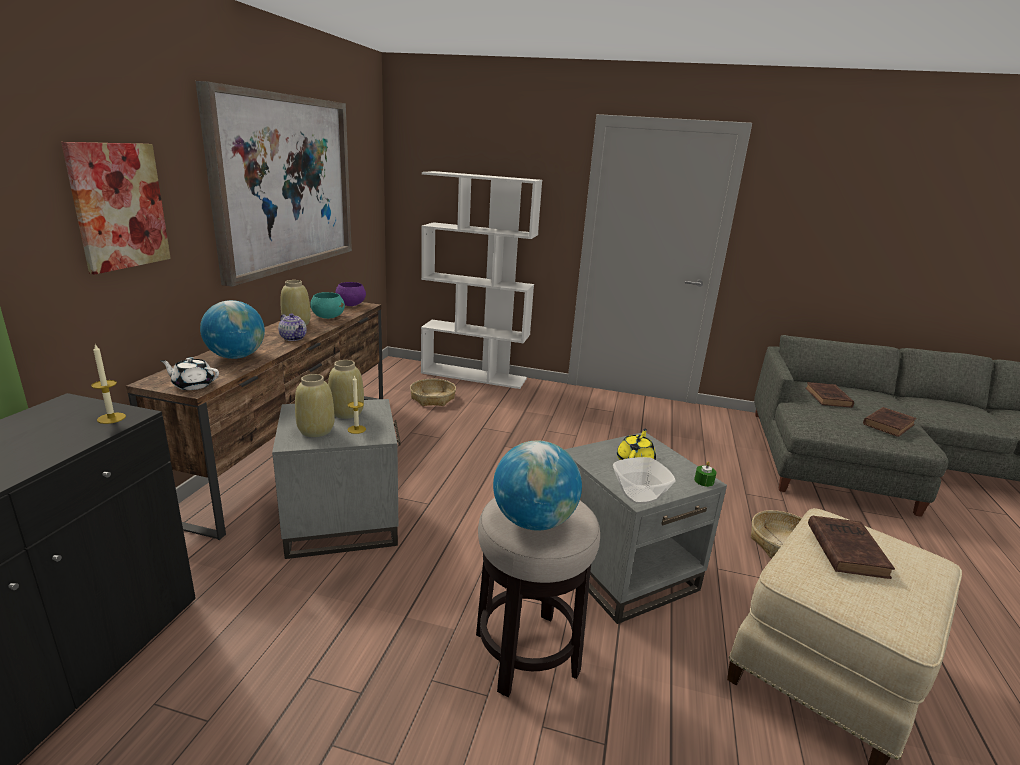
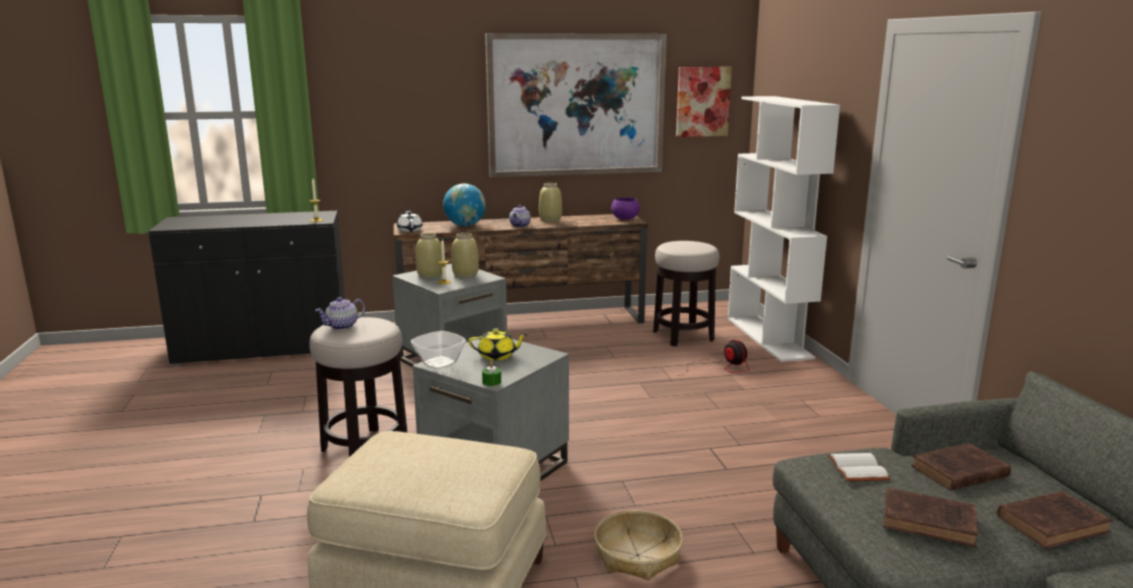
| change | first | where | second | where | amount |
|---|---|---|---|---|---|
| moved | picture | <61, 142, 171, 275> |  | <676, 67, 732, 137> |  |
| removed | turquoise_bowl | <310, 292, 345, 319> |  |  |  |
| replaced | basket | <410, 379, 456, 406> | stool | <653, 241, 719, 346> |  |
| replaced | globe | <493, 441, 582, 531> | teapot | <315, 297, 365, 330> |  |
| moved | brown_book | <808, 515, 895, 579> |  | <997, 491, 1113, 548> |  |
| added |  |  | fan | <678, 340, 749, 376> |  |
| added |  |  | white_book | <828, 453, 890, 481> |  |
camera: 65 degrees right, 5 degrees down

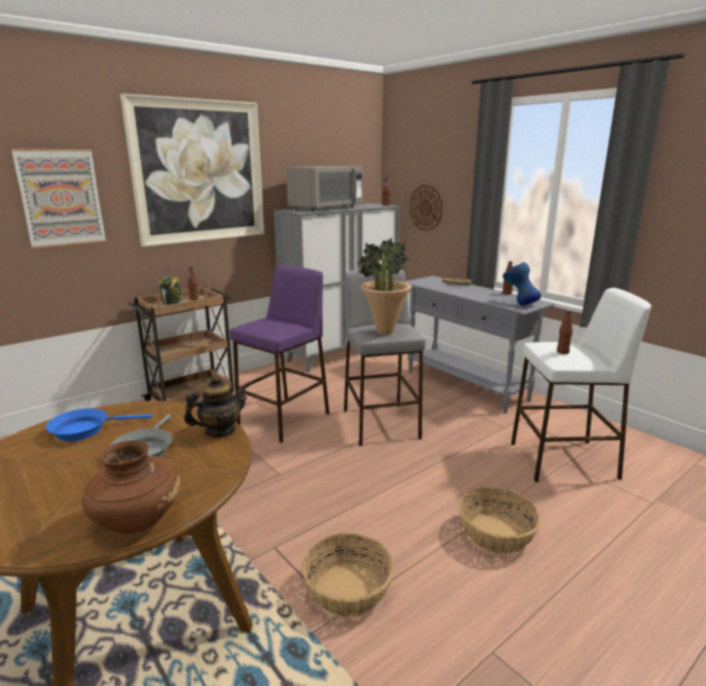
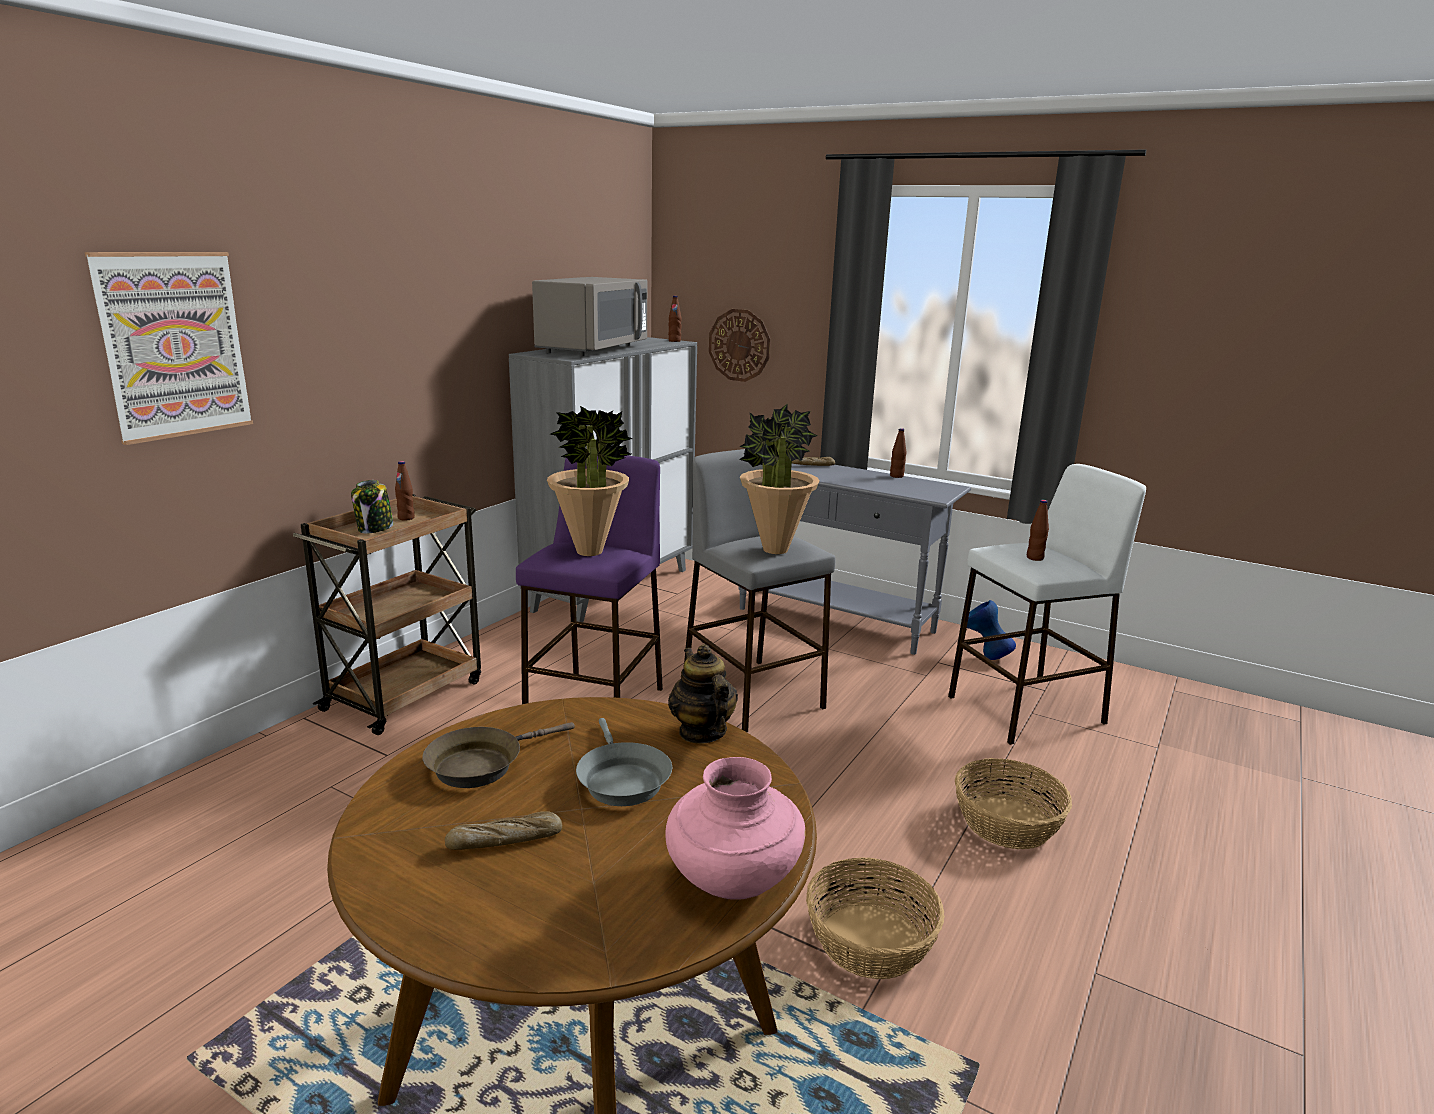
| change | first | where | second | where | amount |
|---|---|---|---|---|---|
| removed | picture | <120, 93, 264, 247> |  |  |  |
| moved | blue_vase | <503, 262, 541, 305> |  | <967, 600, 1016, 660> |  |
| turned | teapot | <184, 375, 249, 437> |  | <668, 644, 738, 744> | 60 degrees counterclockwise |
| recoloured | blue_frying_pan | <46, 408, 152, 442> | brown_frying_pan | <422, 722, 575, 788> |  |
| recoloured | brown_vase | <82, 441, 180, 533> | pink_vase | <665, 757, 806, 900> |  |
| added |  |  | potted_plant | <547, 406, 633, 556> |  |
| added |  |  | bread | <445, 811, 562, 850> |  |
camera: 20 degrees left, 0 degrees up

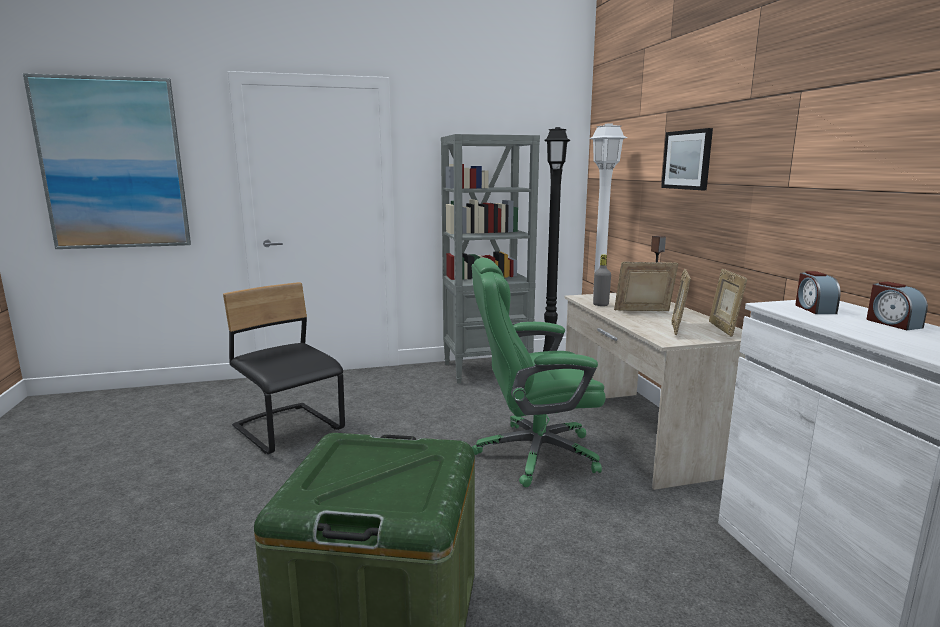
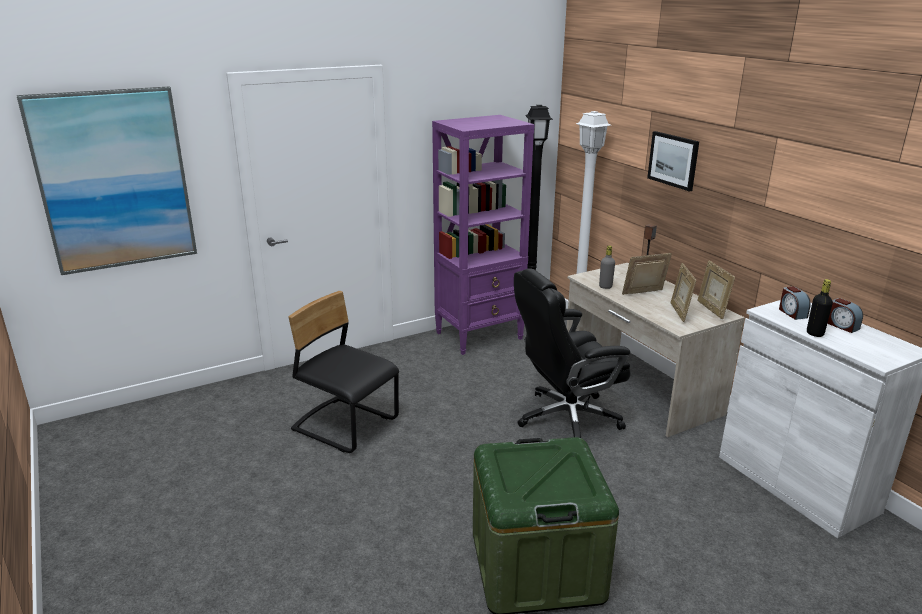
| change | first | where | second | where | amount |
|---|---|---|---|---|---|
| recoloured | grey_bookcase | <441, 134, 540, 383> | purple_bookcase | <432, 115, 535, 355> |  |
| recoloured | green_office_chair | <472, 258, 606, 487> | black_office_chair | <514, 269, 630, 438> |  |
| added |  |  | black_bottle | <807, 279, 833, 337> |  |
camera: 15 degrees left, 10 degrees up

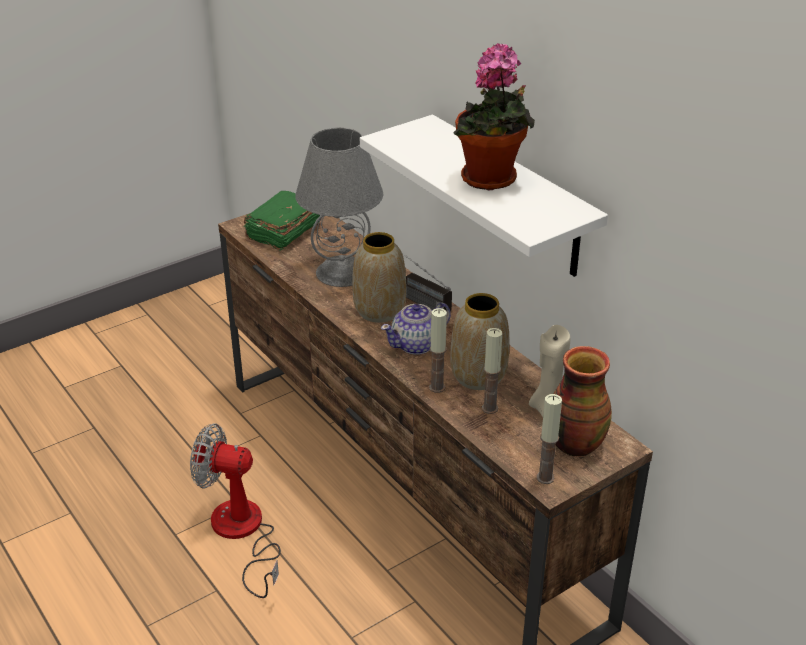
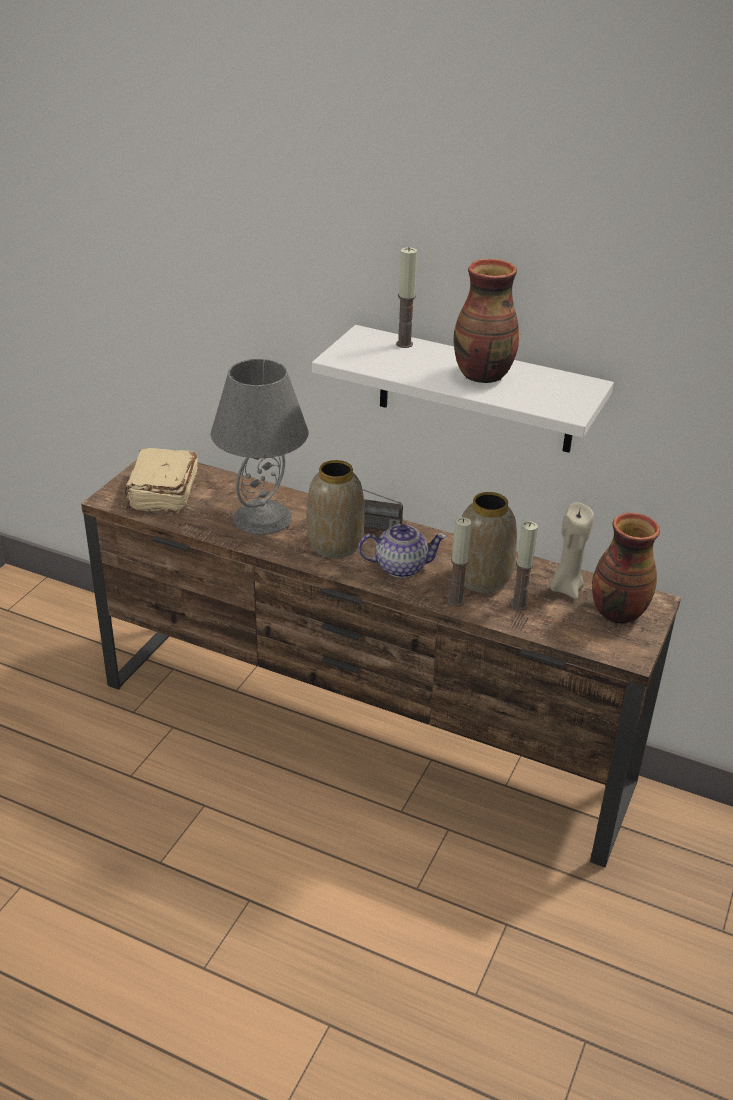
| change | first | where | second | where | amount |
|---|---|---|---|---|---|
| replaced | potted_plant | <453, 43, 535, 190> | vase | <454, 259, 519, 383> |  |
| recoloured | green_book | <244, 191, 320, 251> | beige_book | <125, 448, 198, 514> |  |
| turned | teapot | <381, 303, 451, 355> |  | <358, 524, 447, 578> | 120 degrees counterclockwise |
| moved | candle | <537, 394, 562, 484> |  | <396, 247, 417, 348> |  |
| removed | fan | <190, 423, 281, 598> |  |  |  |
camera: 30 degrees left, 0 degrees up

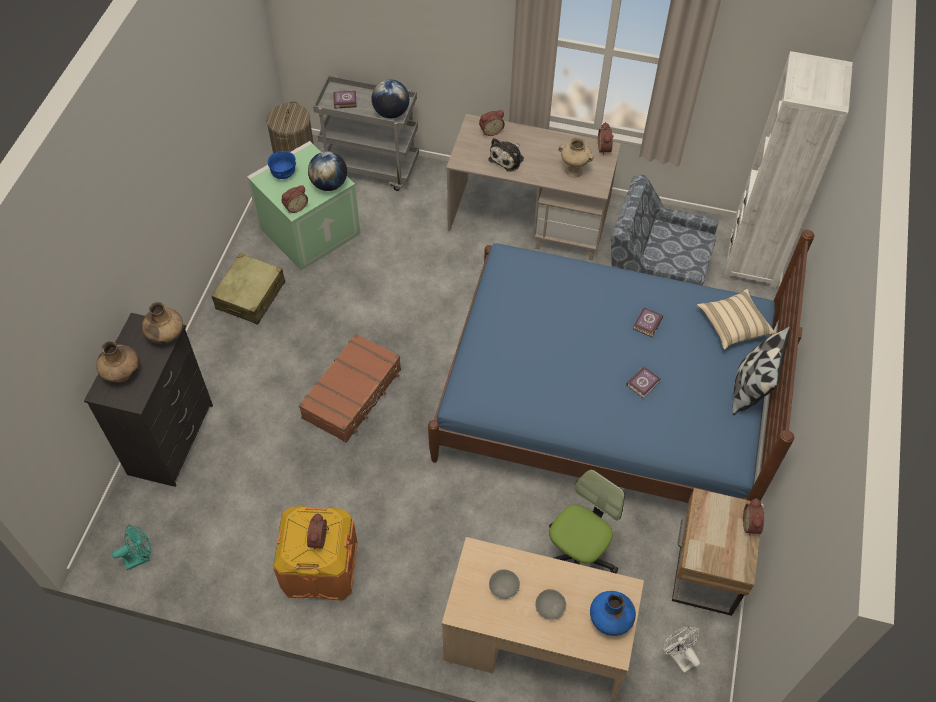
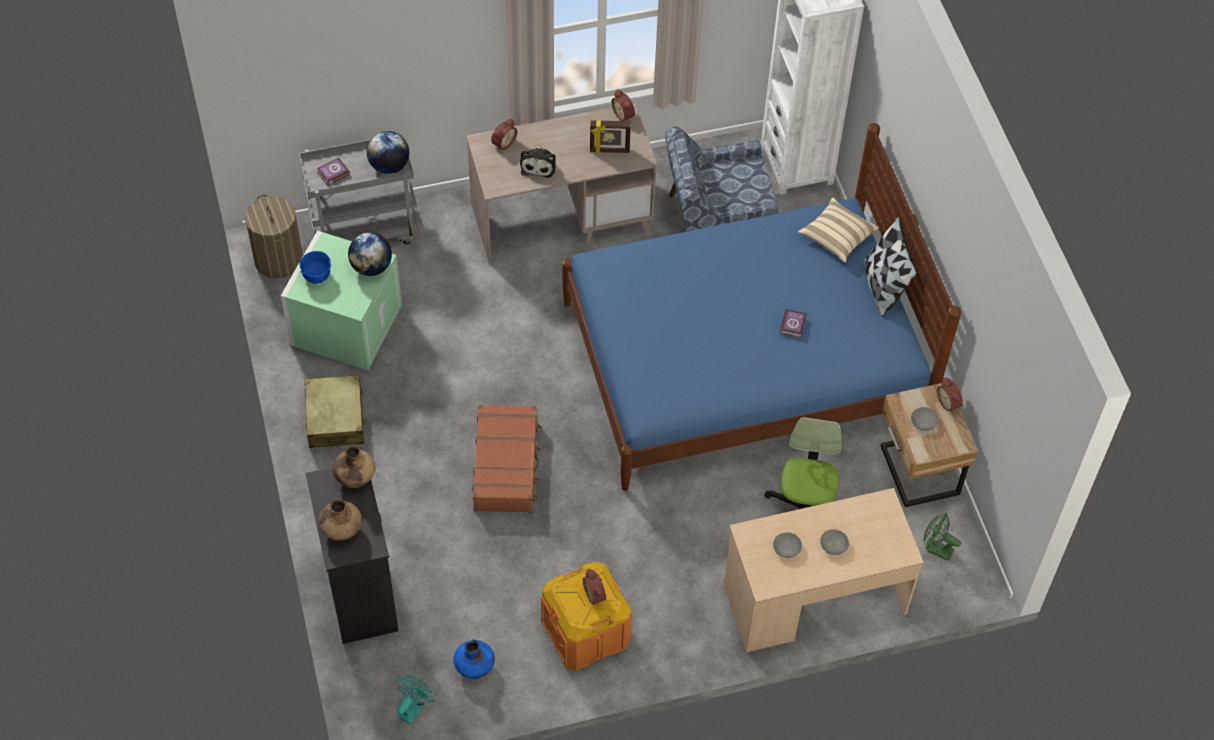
| change | first | where | second | where | amount |
|---|---|---|---|---|---|
| replaced | beige_vase | <558, 137, 594, 178> | picture_frame | <590, 120, 631, 153> |  |
| removed | alarm_clock | <282, 185, 308, 213> |  |  |  |
| removed | book | <633, 308, 663, 337> |  |  |  |
| moved | blue_vase | <590, 591, 636, 636> |  | <453, 639, 495, 679> |  |
| recoloured | white_fan | <663, 626, 700, 674> | green_fan | <924, 513, 961, 561> |  |
| added |  |  | grey_bowl | <911, 407, 939, 431> |  |
camera: 30 degrees left, 0 degrees up

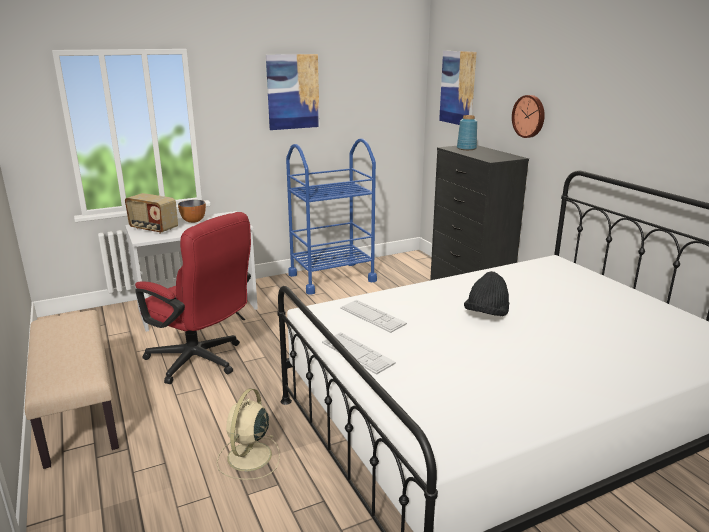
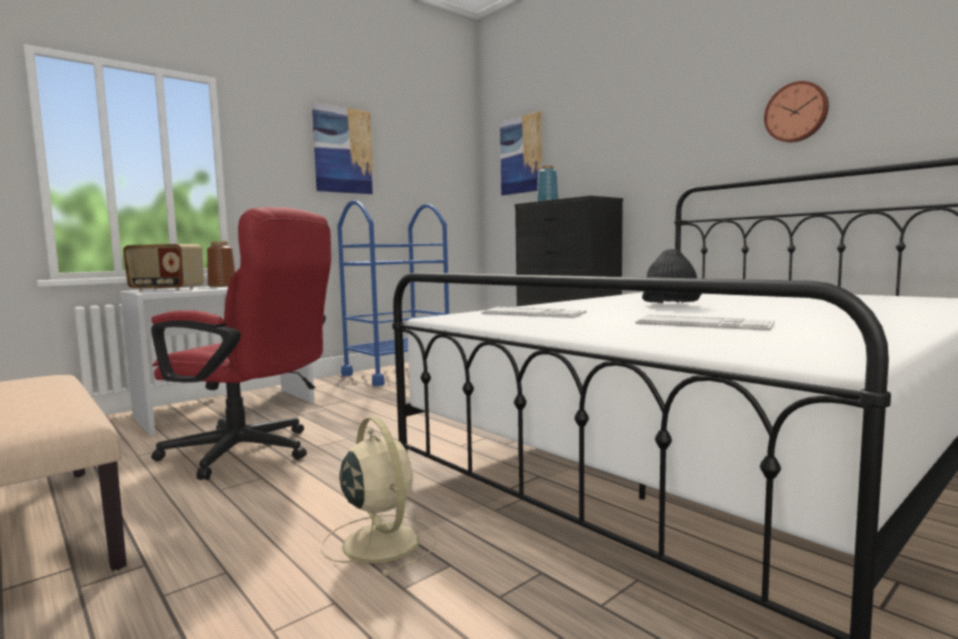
| change | first | where | second | where | amount |
|---|---|---|---|---|---|
| moved | wall_clock | <512, 95, 545, 138> |  | <764, 81, 829, 143> |  |
| replaced | bowl | <178, 200, 206, 223> | brown_vase | <207, 241, 236, 287> |  |
| moved | keyboard | <322, 332, 396, 375> |  | <635, 314, 775, 331> |  |
| turned | beige_fan | <216, 388, 280, 480> |  | <321, 417, 437, 577> | 150 degrees clockwise |
camera: 15 degrees left, 15 degrees down

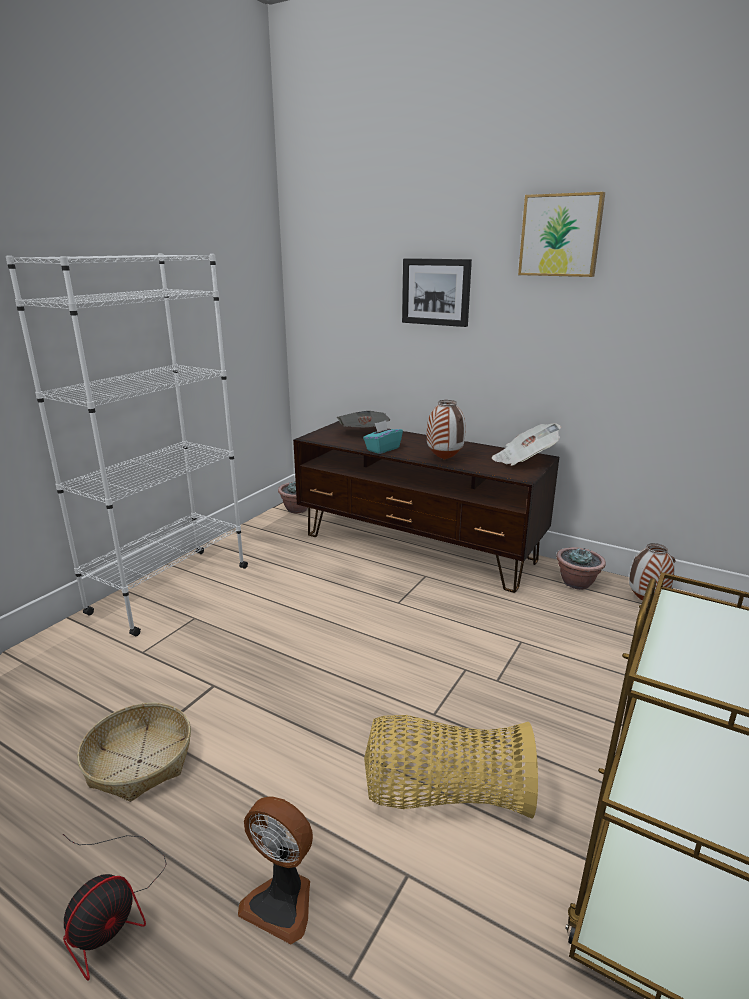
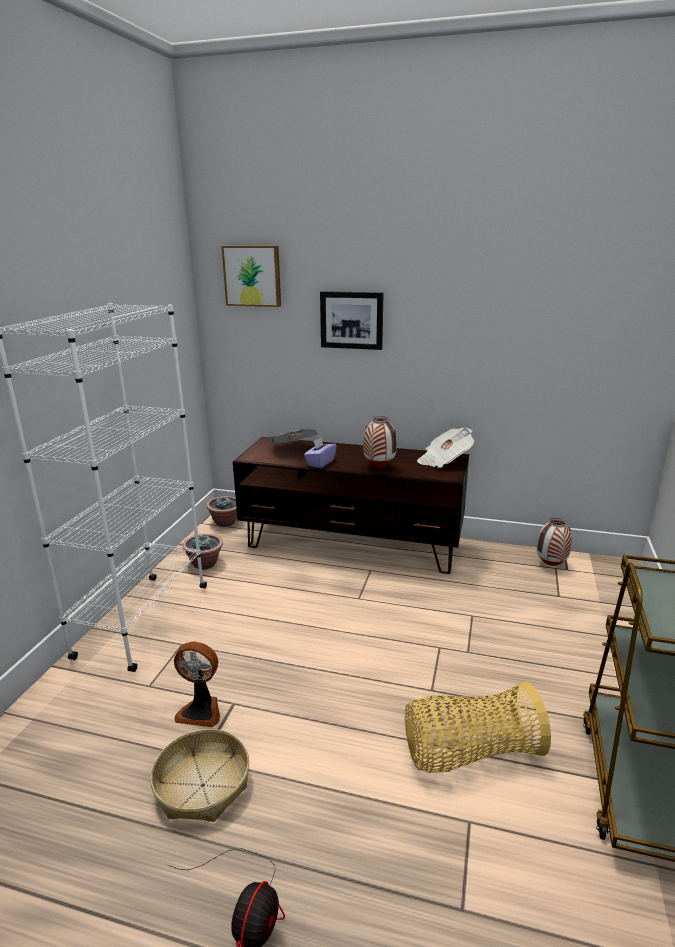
| change | first | where | second | where | amount |
|---|---|---|---|---|---|
| moved | picture | <518, 192, 605, 277> |  | <221, 246, 281, 307> |  |
| recoloured | turquoise_tissue_box | <363, 420, 403, 454> | purple_tissue_box | <304, 437, 337, 468> |  |
| moved | potted_plant | <556, 547, 606, 590> |  | <182, 534, 223, 570> |  |
| moved | fan | <238, 796, 313, 944> |  | <174, 642, 220, 727> |  |
camera: 15 degrees left, 0 degrees up

